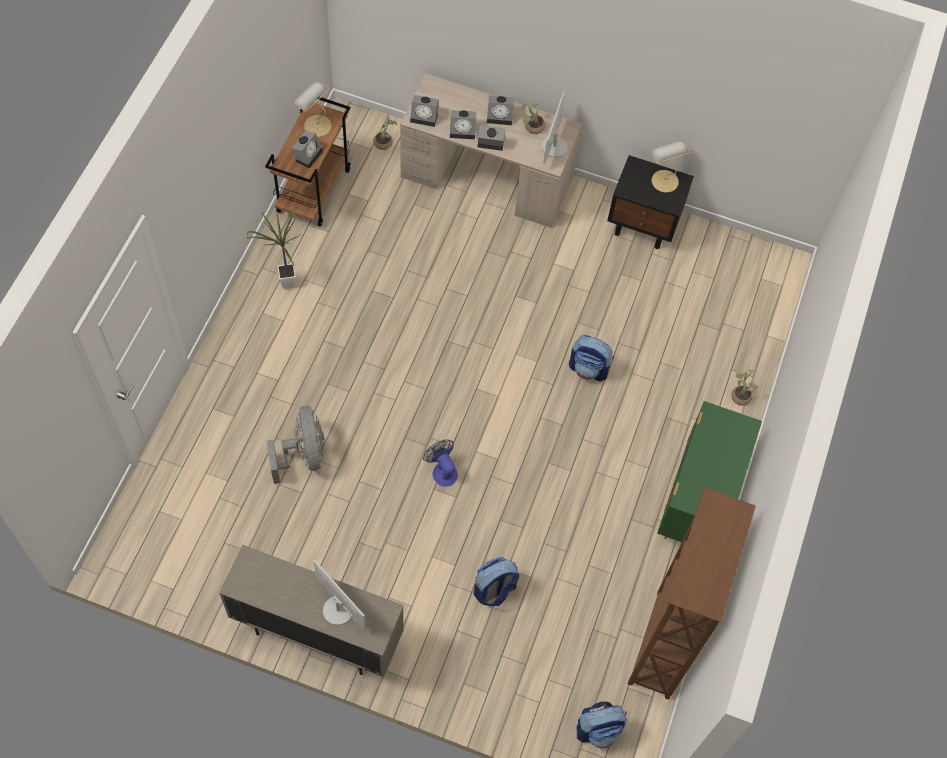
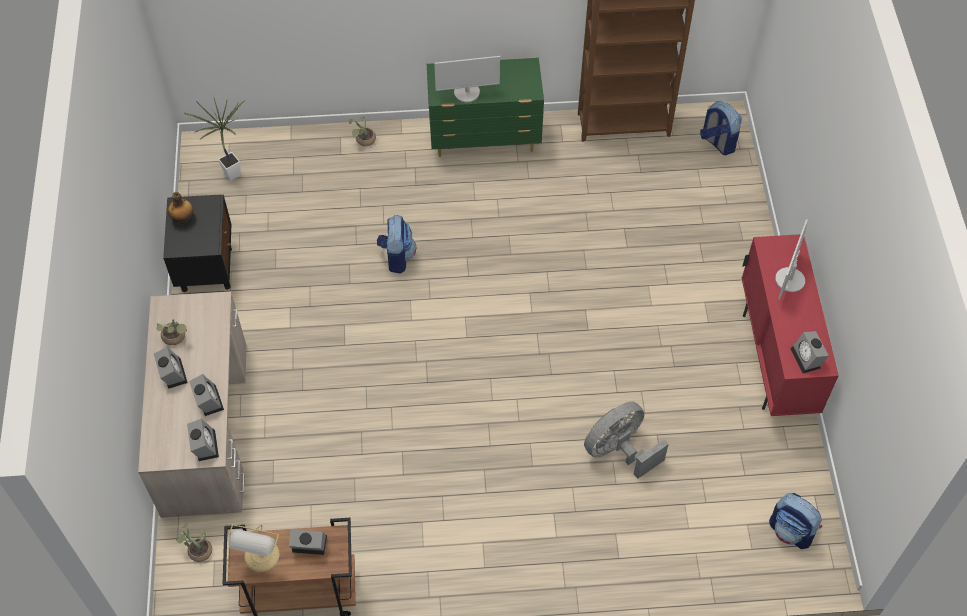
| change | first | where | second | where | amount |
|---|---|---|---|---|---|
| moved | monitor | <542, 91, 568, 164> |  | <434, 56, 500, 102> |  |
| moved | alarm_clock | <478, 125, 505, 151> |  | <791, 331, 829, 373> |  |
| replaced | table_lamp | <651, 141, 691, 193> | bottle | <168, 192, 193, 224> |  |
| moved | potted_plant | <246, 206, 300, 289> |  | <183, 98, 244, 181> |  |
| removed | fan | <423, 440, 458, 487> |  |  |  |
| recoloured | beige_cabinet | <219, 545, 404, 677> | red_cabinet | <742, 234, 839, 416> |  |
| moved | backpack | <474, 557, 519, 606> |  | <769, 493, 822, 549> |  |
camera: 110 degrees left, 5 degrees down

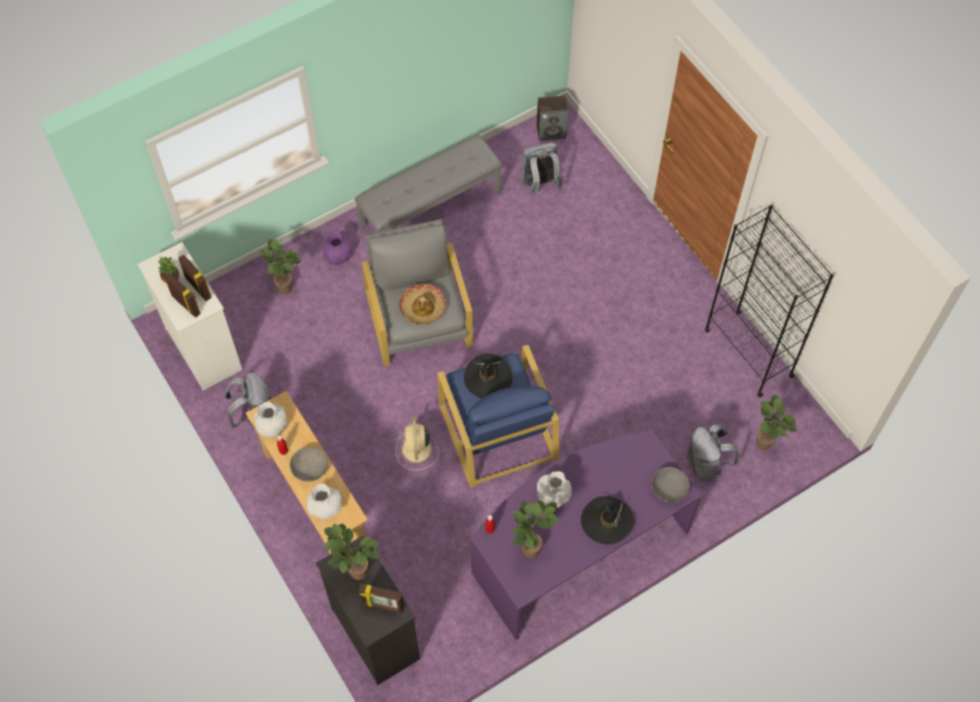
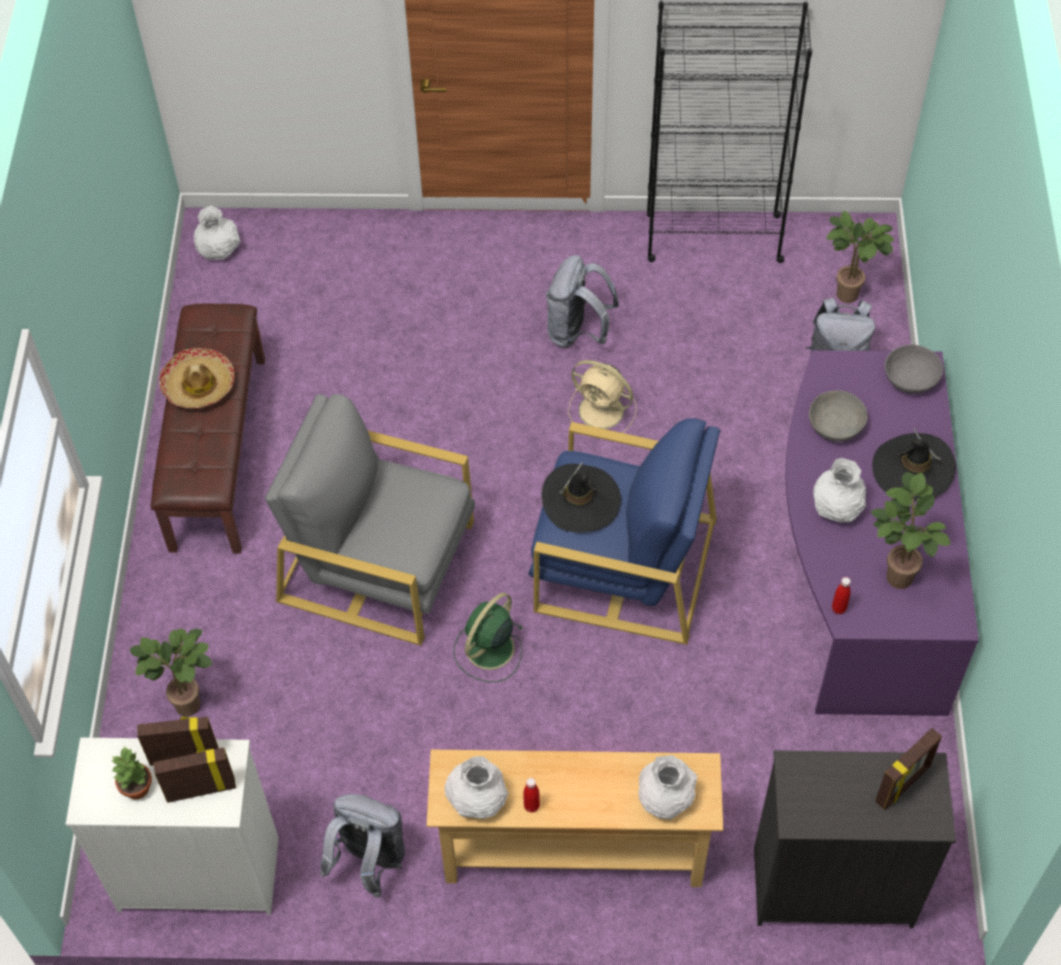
| change | first | where | second | where | amount |
|---|---|---|---|---|---|
| replaced | speaker | <537, 96, 569, 141> | white_vase | <194, 206, 240, 260> |  |
| recoloured | grey_bench | <355, 135, 503, 233> | brown_bench | <151, 304, 265, 553> |  |
| moved | grey_backpack | <522, 143, 563, 196> |  | <546, 255, 619, 348> |  |
| removed | purple_vase | <323, 232, 353, 265> |  |  |  |
| moved | hat | <399, 284, 446, 325> |  | <159, 348, 235, 409> |  |
| moved | beige_fan | <396, 416, 439, 470> |  | <568, 360, 637, 433> |  |
| moved | grey_bowl | <290, 447, 328, 482> |  | <809, 390, 868, 442> |  |
| removed | potted_plant | <324, 524, 379, 580> |  |  |  |
| added |  |  | green_fan | <454, 593, 523, 682> |  |
camera: 55 degrees left, 5 degrees down

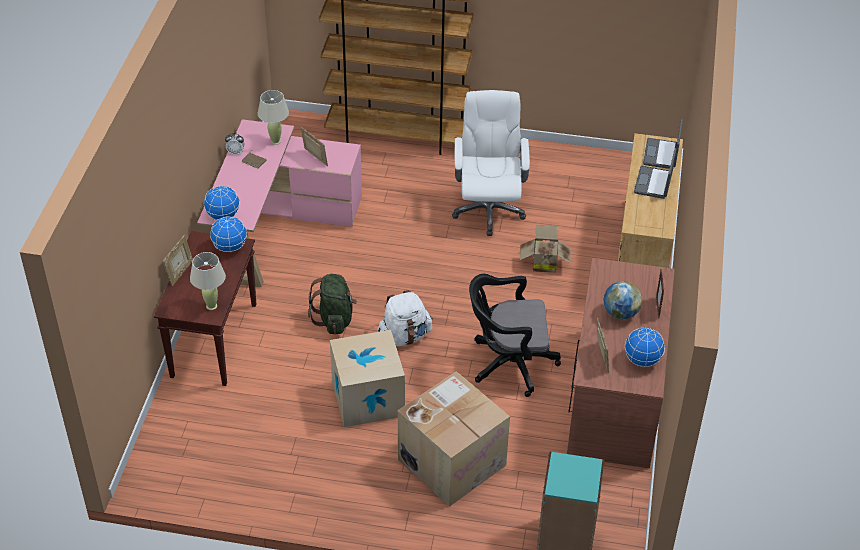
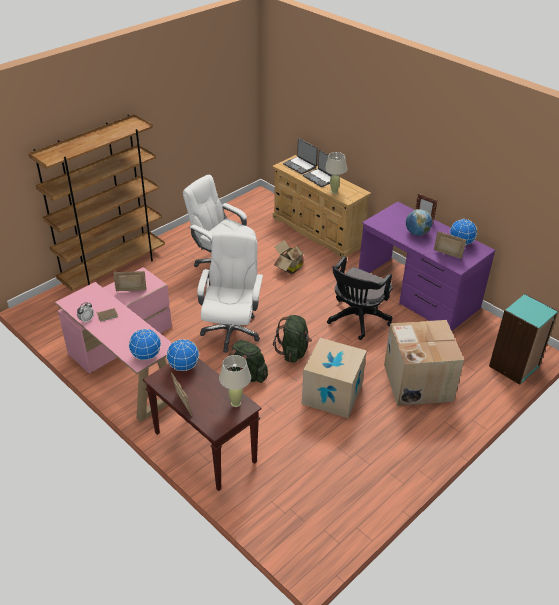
| change | first | where | second | where | amount |
|---|---|---|---|---|---|
| moved | beige_table_lamp | <258, 90, 289, 145> |  | <325, 152, 347, 194> |  |
| recoloured | brown_desk | <567, 258, 675, 468> | purple_desk | <359, 201, 495, 331> |  |
| recoloured | white_backpack | <377, 290, 433, 346> | green_backpack | <273, 315, 312, 363> |  |
| added |  |  | white_office_chair | <197, 232, 263, 353> |  |
camera: 55 degrees left, 5 degrees down

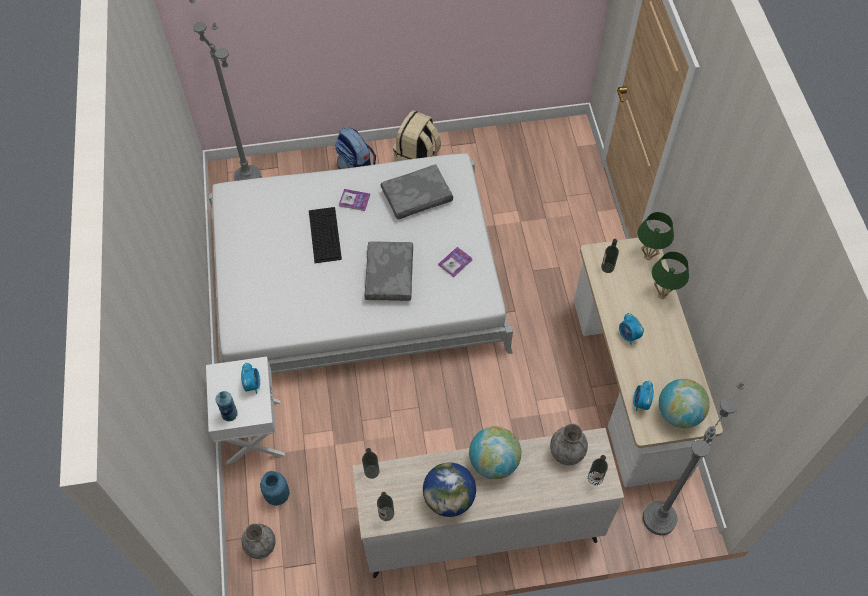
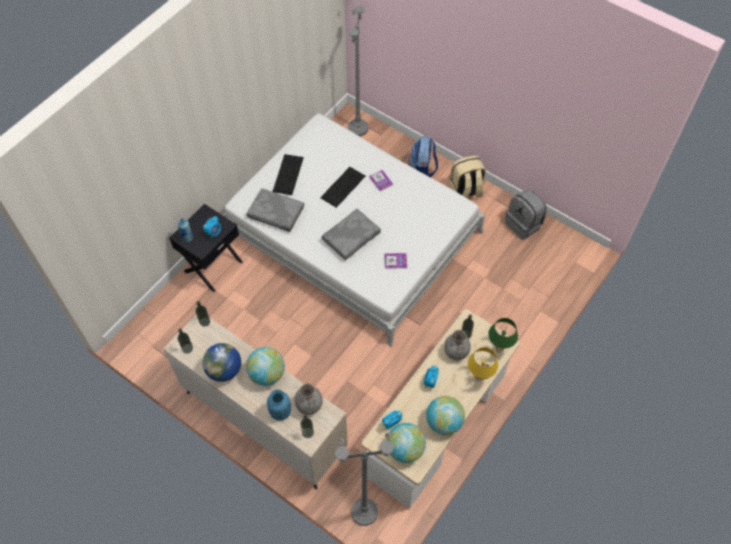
| change | first | where | second | where | amount |
|---|---|---|---|---|---|
| moved | grey_pillow | <381, 164, 453, 220> |  | <246, 188, 304, 232> |  |
| recoloured | green_table_lamp | <652, 252, 689, 299> | yellow_table_lamp | <468, 347, 498, 382> |  |
| recoloured | white_nightstand | <206, 357, 285, 464> | black_nightstand | <169, 204, 243, 292> |  |
| moved | blue_vase | <260, 471, 290, 506> |  | <267, 389, 291, 420> |  |
| moved | grey_vase | <242, 524, 276, 559> |  | <444, 330, 471, 360> |  |
| added |  |  | keyboard | <272, 154, 304, 195> |  |
| added |  |  | grey_backpack | <505, 189, 547, 240> |  |
| added |  |  | globe | <426, 396, 465, 435> |  |
camera: 45 degrees right, 0 degrees up

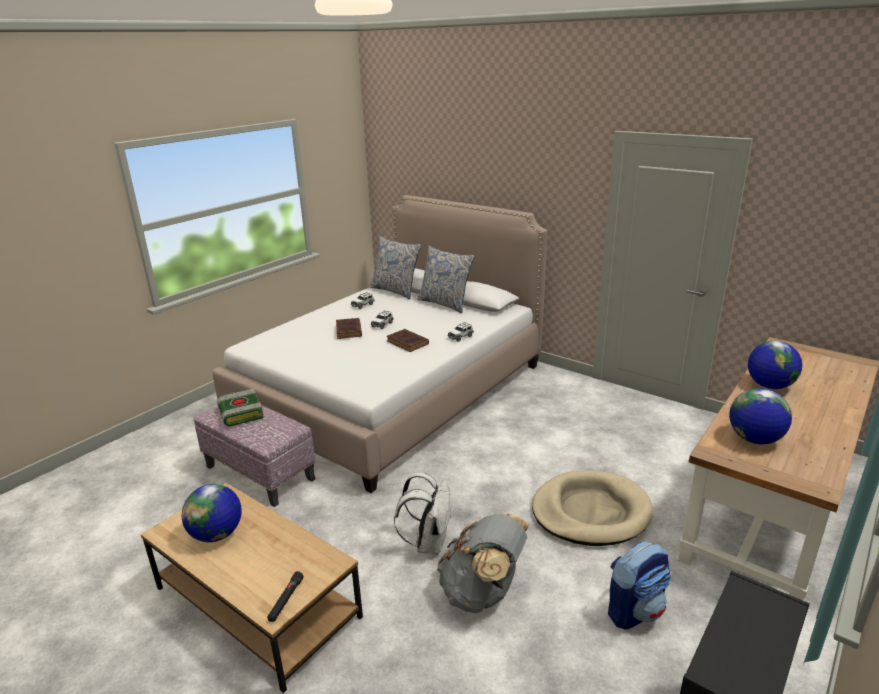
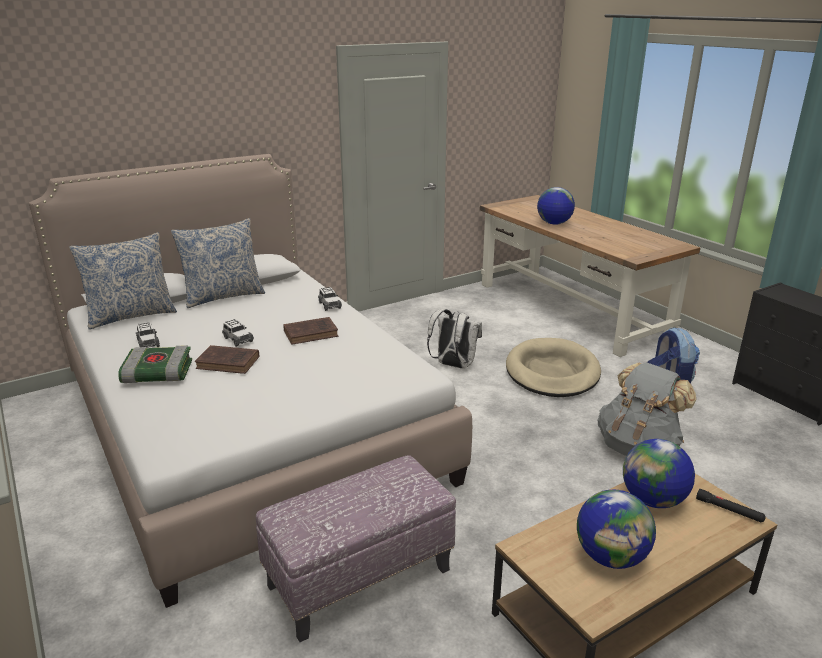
| change | first | where | second | where | amount |
|---|---|---|---|---|---|
| moved | book | <217, 388, 264, 426> |  | <118, 345, 192, 383> |  |
| moved | globe | <729, 388, 792, 444> |  | <623, 439, 695, 508> |  |
| moved | white_backpack | <394, 472, 452, 555> |  | <427, 309, 482, 369> |  |
camera: 70 degrees left, 0 degrees up

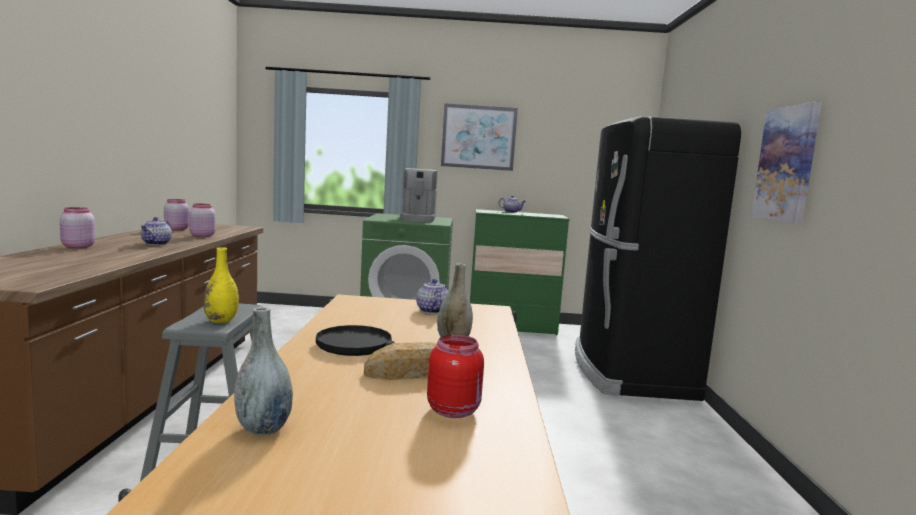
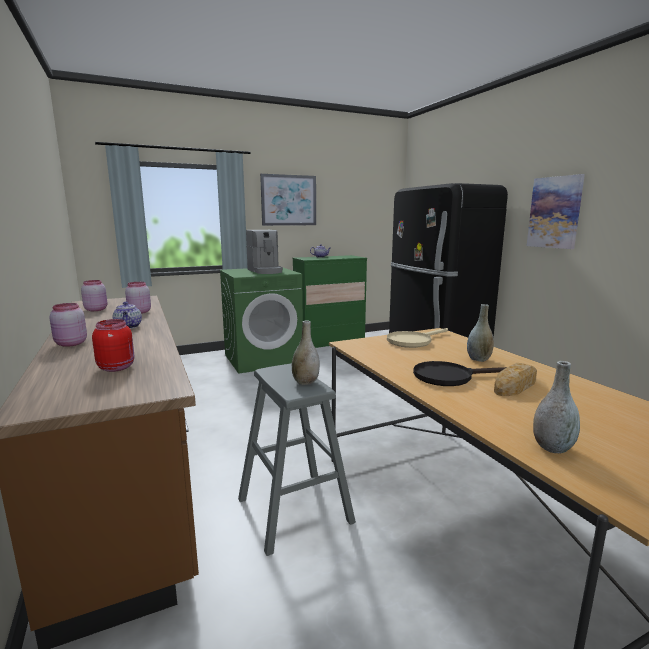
| change | first | where | second | where | amount |
|---|---|---|---|---|---|
| recoloured | yellow_vase | <203, 247, 239, 323> | grey_vase | <292, 321, 320, 385> |  |
| replaced | teapot | <416, 279, 449, 314> | beige_frying_pan | <387, 328, 448, 348> |  |
| moved | red_jar | <427, 335, 484, 418> |  | <92, 319, 134, 372> |  |
camera: 25 degrees left, 5 degrees up

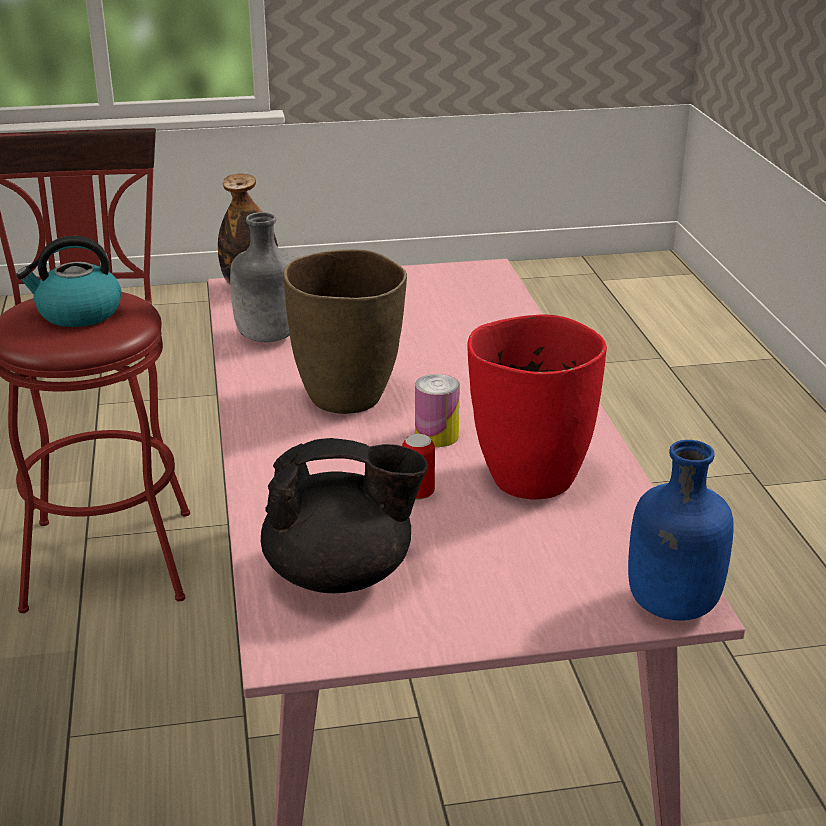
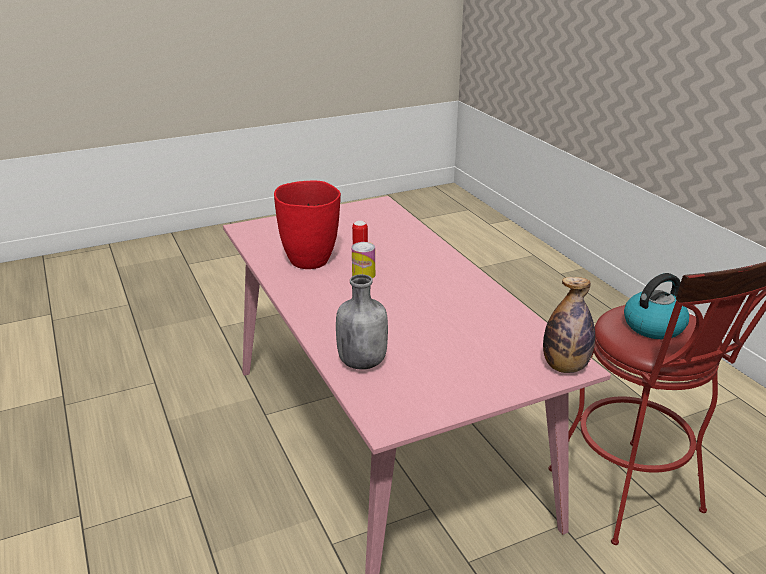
| change | first | where | second | where | amount |
|---|---|---|---|---|---|
| moved | grey_bottle | <230, 212, 295, 342> |  | <336, 274, 388, 369> |  |
| removed | brown_vase | <283, 249, 407, 414> |  |  |  |
| removed | black_teapot | <261, 438, 428, 593> |  |  |  |
| removed | blue_bottle | <628, 440, 734, 620> |  |  |  |
camera: 165 degrees right, 0 degrees up

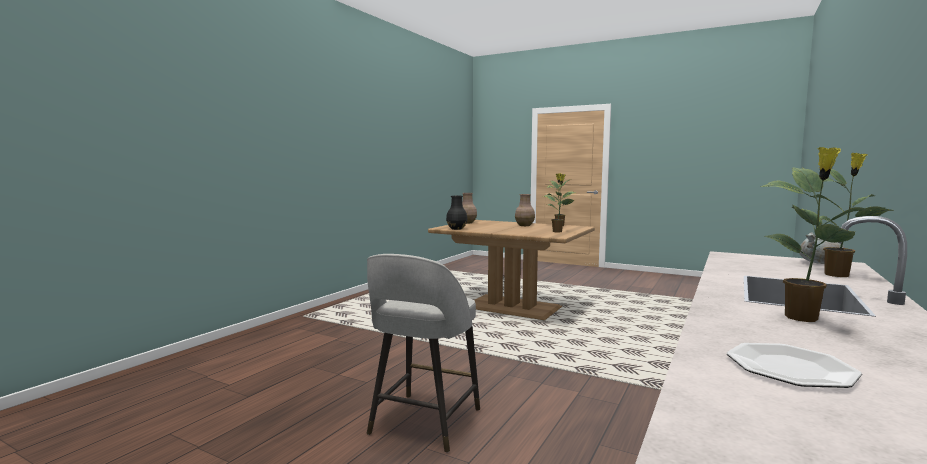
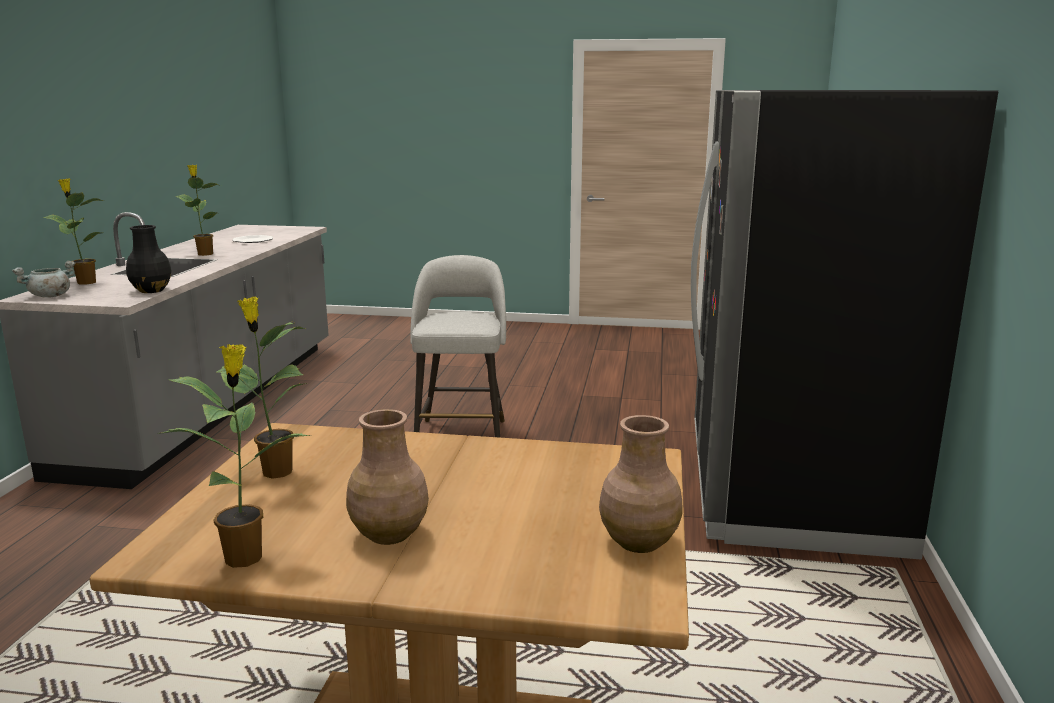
| change | first | where | second | where | amount |
|---|---|---|---|---|---|
| moved | black_vase | <446, 196, 467, 230> |  | <126, 225, 171, 293> |  |
| added |  |  | black_fridge | <691, 90, 998, 560> |  |
camera: 160 degrees right, 10 degrees up

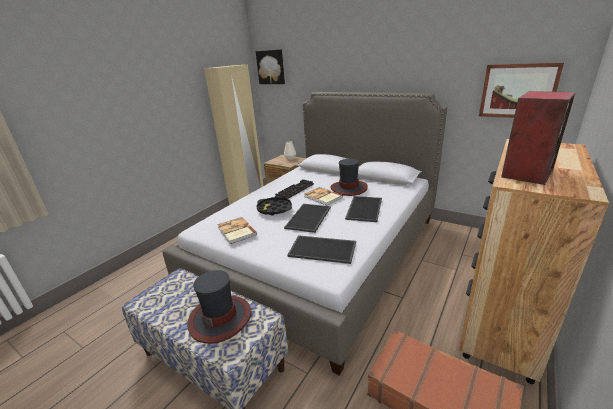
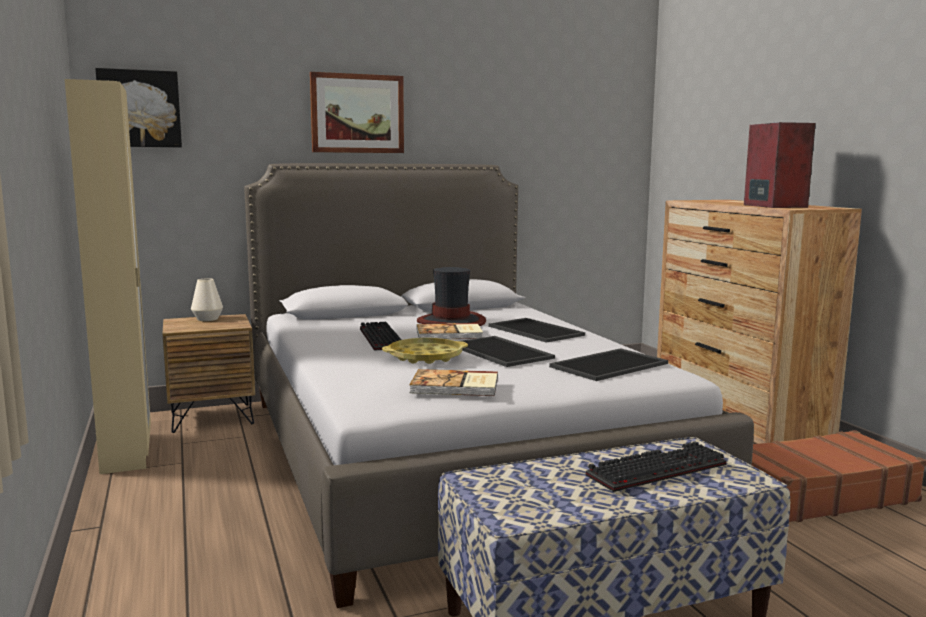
| change | first | where | second | where | amount |
|---|---|---|---|---|---|
| moved | picture | <479, 63, 564, 118> |  | <310, 72, 404, 153> |  |
| recoloured | black_tray | <256, 197, 292, 216> | yellow_tray | <382, 338, 468, 364> |  |
| replaced | hat | <187, 270, 252, 344> | keyboard | <586, 442, 726, 492> |  |
camera: 55 degrees left, 15 degrees down

